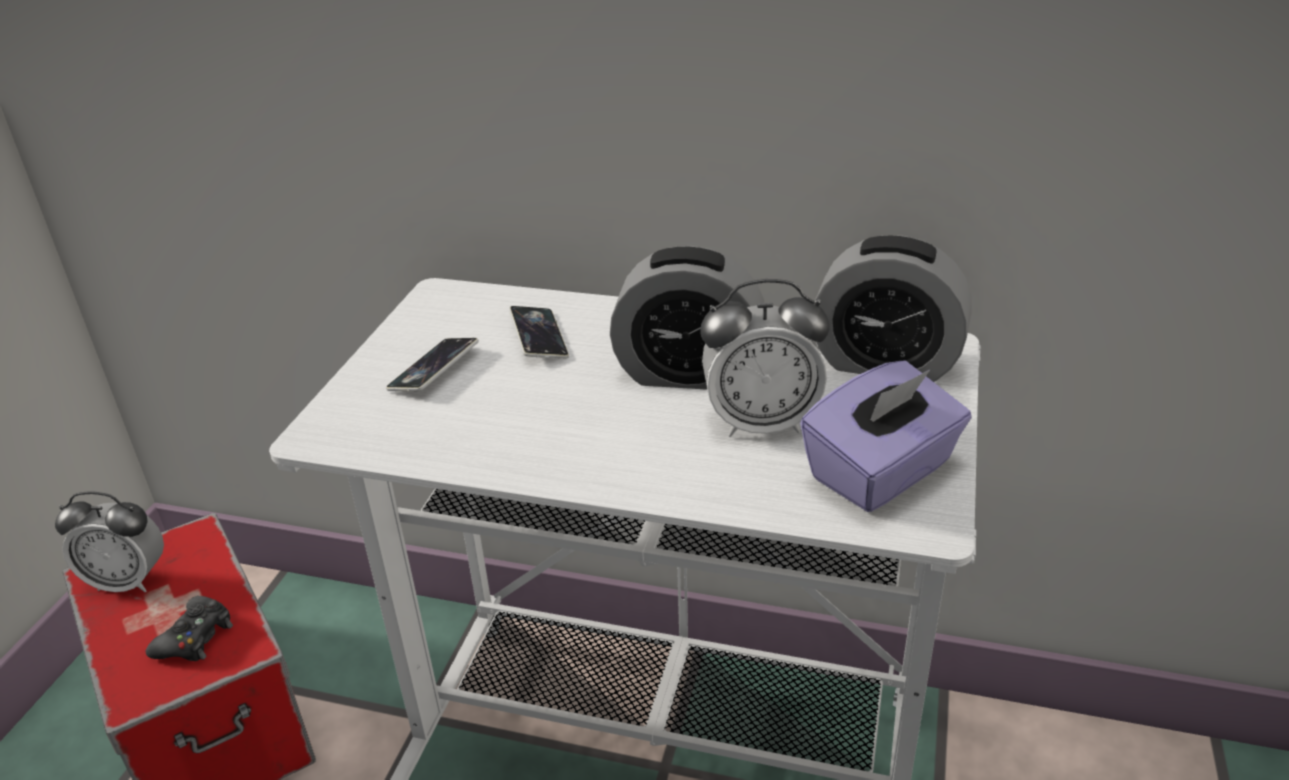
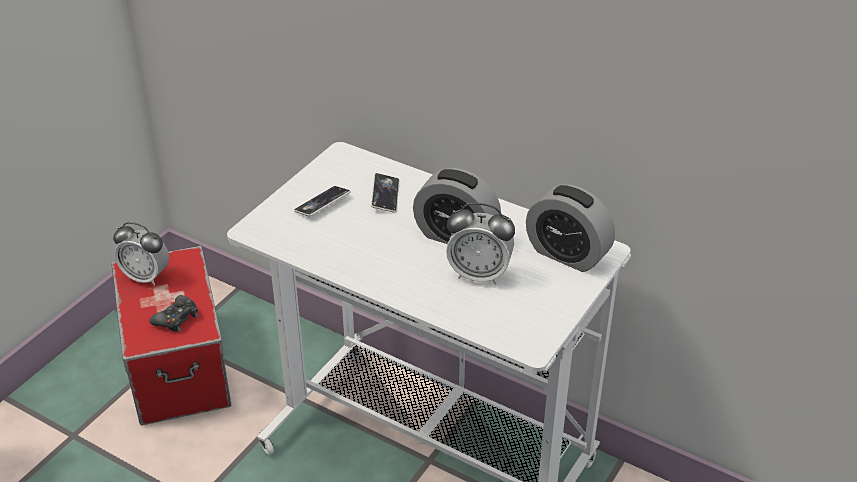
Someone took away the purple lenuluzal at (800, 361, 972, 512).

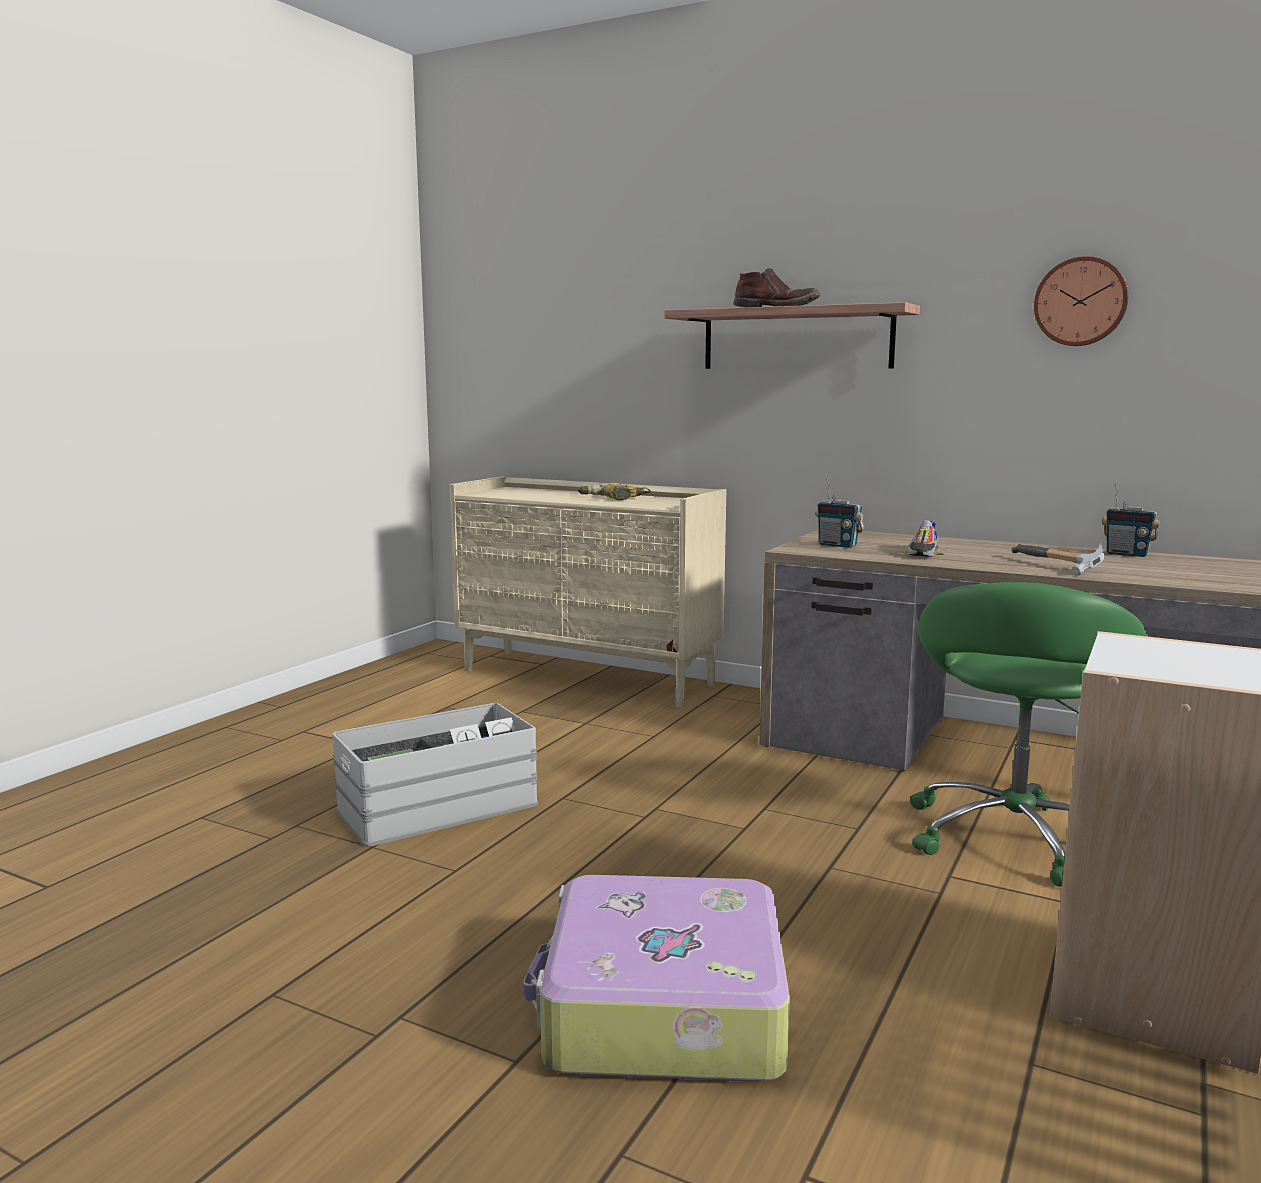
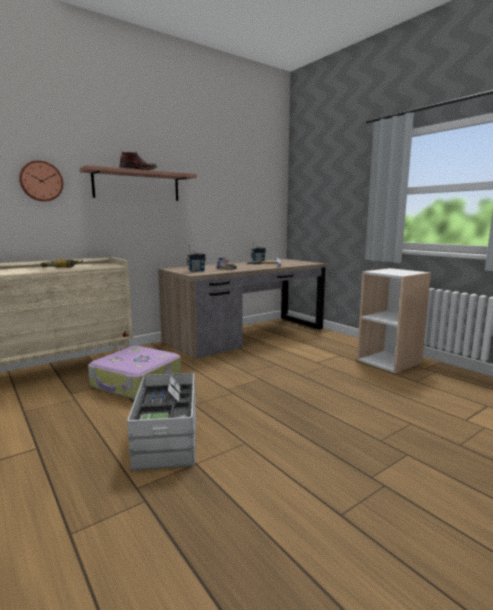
Someone carried the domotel from (523, 875, 790, 1082) to (88, 346, 181, 400). Someone took away the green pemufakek at (910, 582, 1148, 887). Someone carried the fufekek from (1034, 256, 1128, 346) to (19, 160, 63, 201).

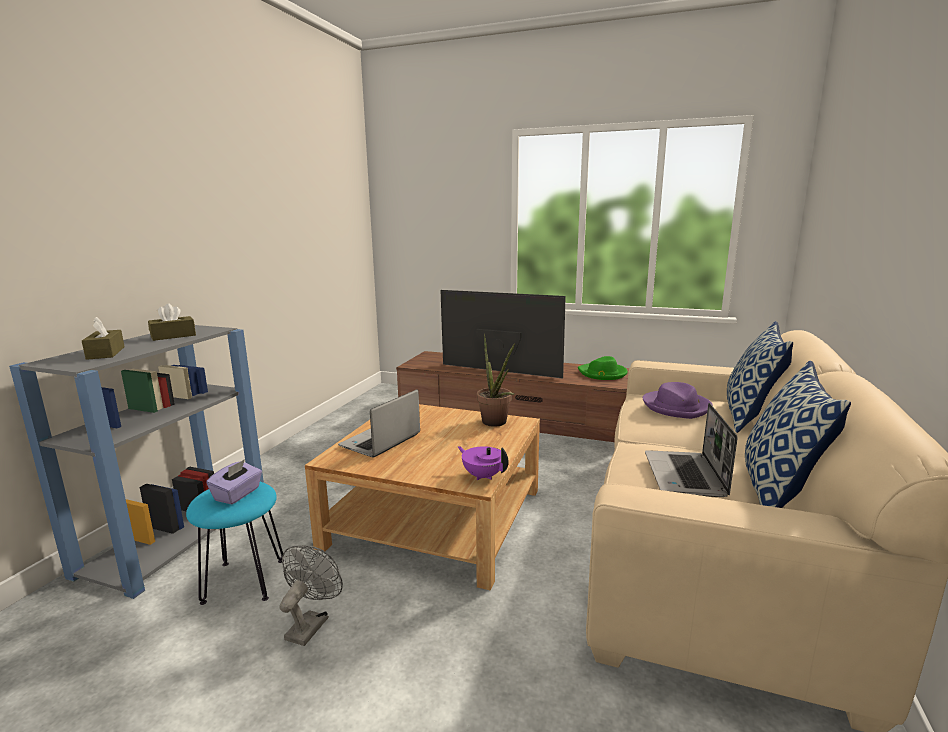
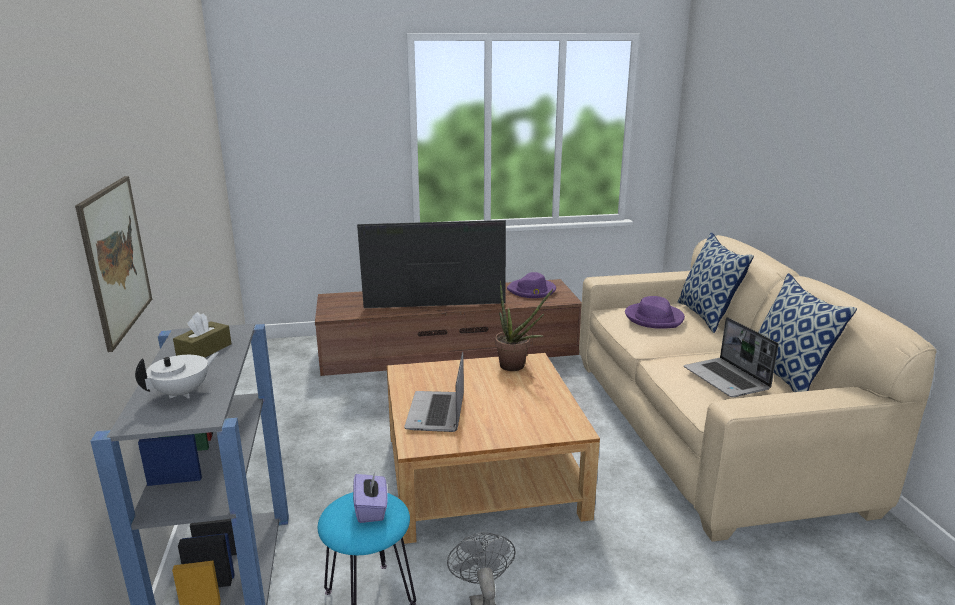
Someone swapped the brown lenuluzal at (82, 317, 125, 360) for the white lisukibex at (135, 352, 219, 399). Someone took away the purple lisukibex at (458, 446, 508, 480). Someone repainted the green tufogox at (578, 356, 628, 380), which became the purple tufogox at (507, 272, 556, 298). Someone put up the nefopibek at (75, 176, 152, 352).

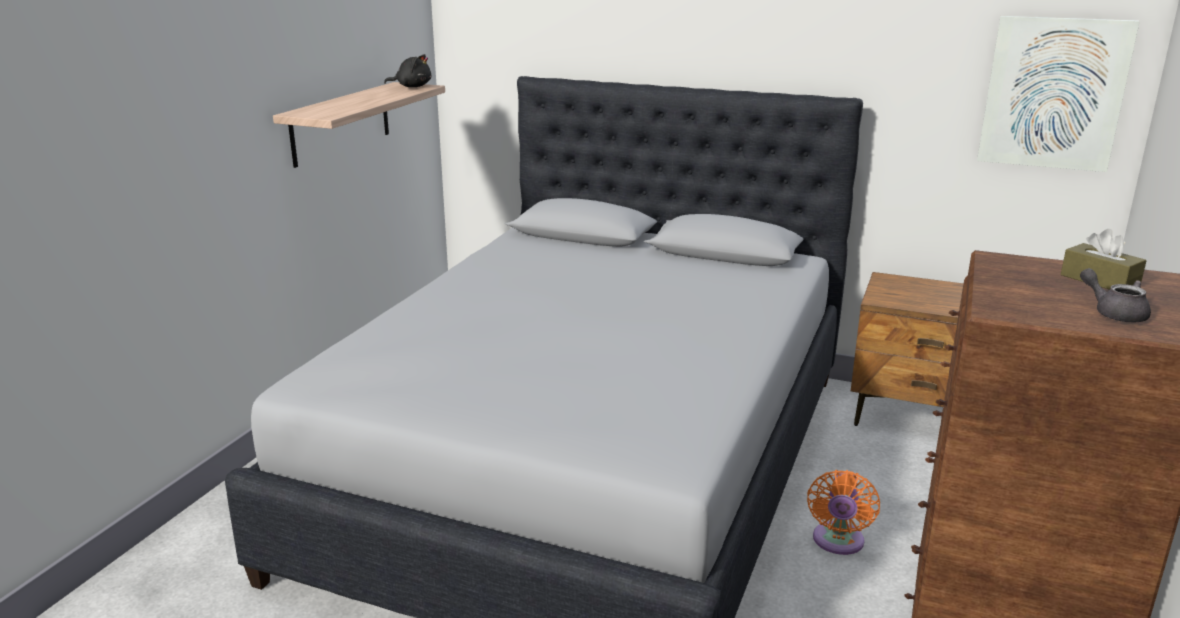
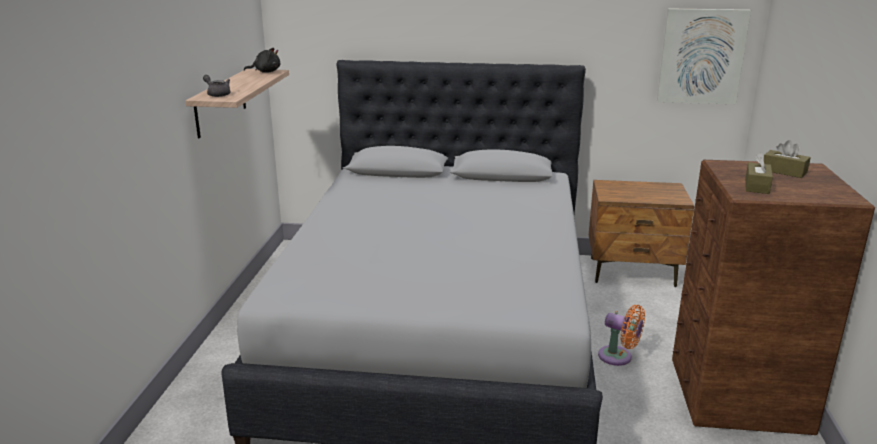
Someone rotated the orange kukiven at (807, 470, 880, 555) by 60 degrees counterclockwise. Someone carried the grey lisukibex from (1080, 268, 1151, 322) to (203, 75, 230, 97). Someone put down the brown lenuluzal at (745, 153, 773, 194).

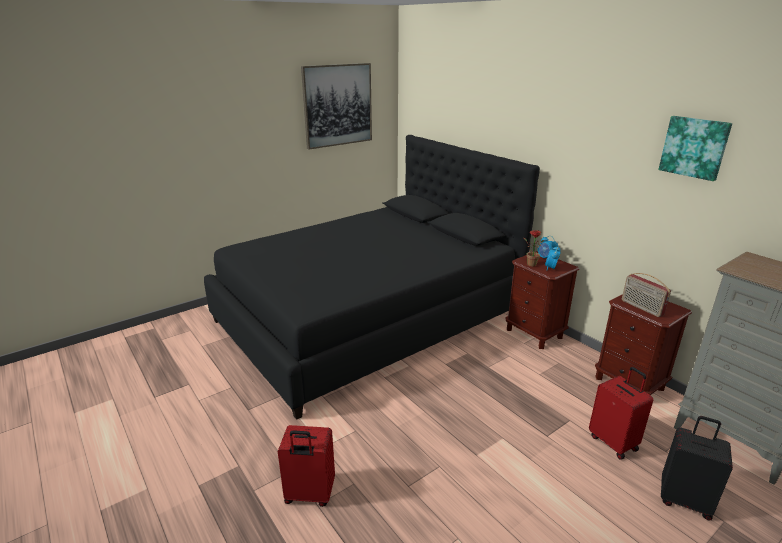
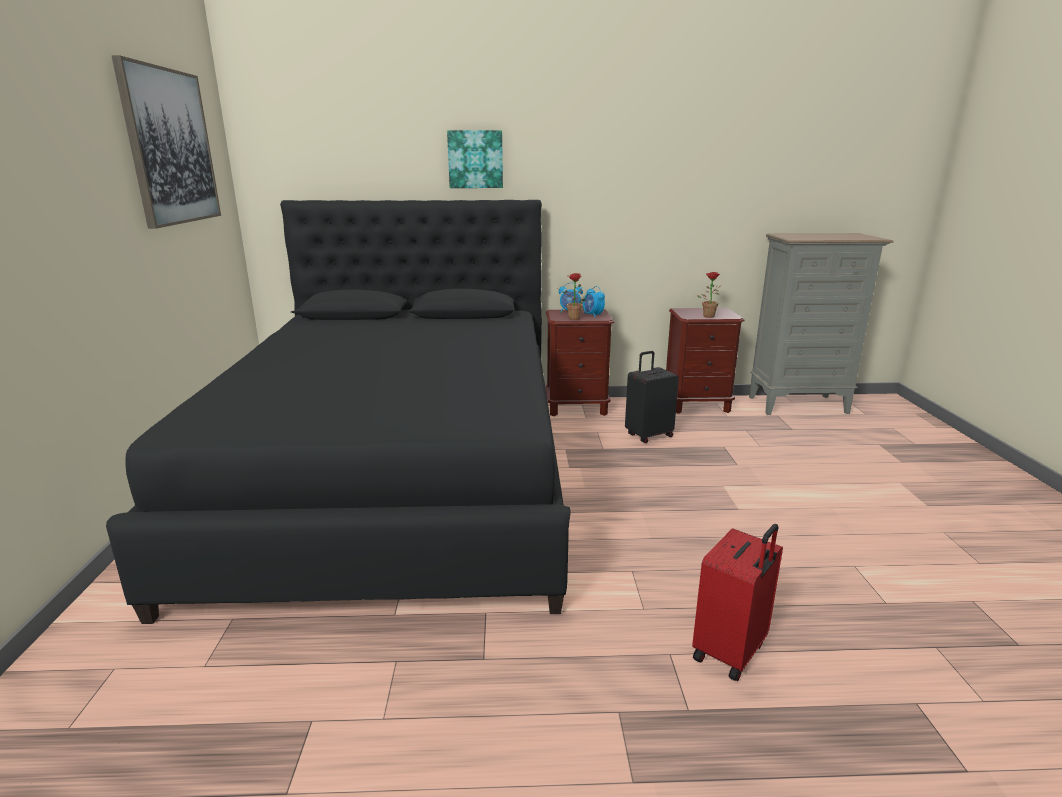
Someone took away the red domotel at (589, 367, 653, 460). Someone swapped the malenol at (622, 273, 671, 317) for the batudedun at (697, 272, 721, 318). Someone carried the nefopibek from (658, 116, 732, 181) to (447, 130, 503, 188). Someone carried the black domotel from (661, 416, 733, 521) to (625, 351, 679, 443).

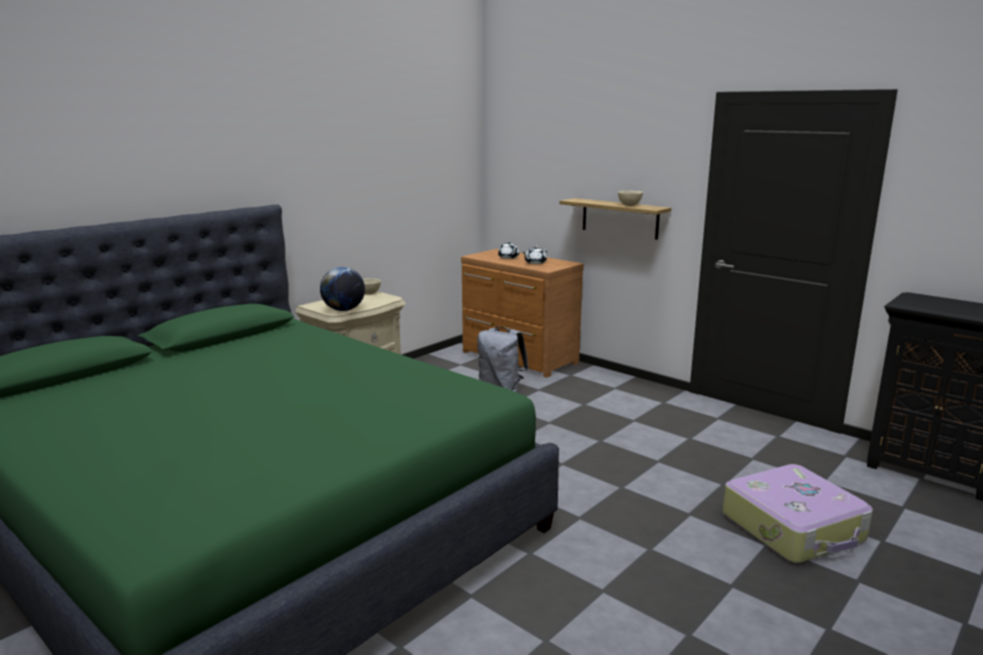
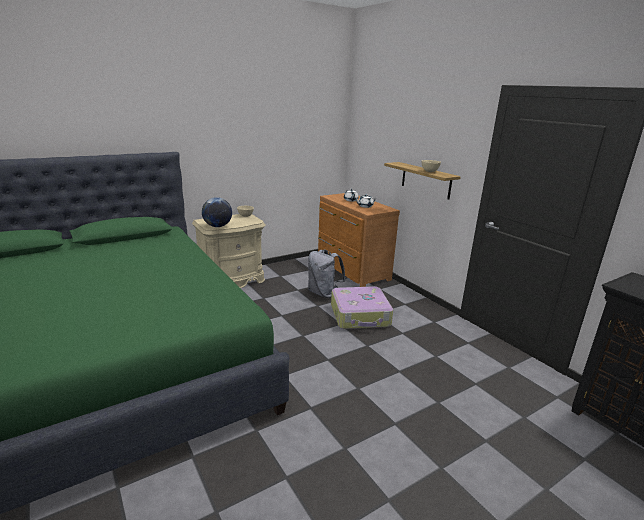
Someone carried the domotel from (723, 464, 873, 563) to (331, 286, 393, 329).

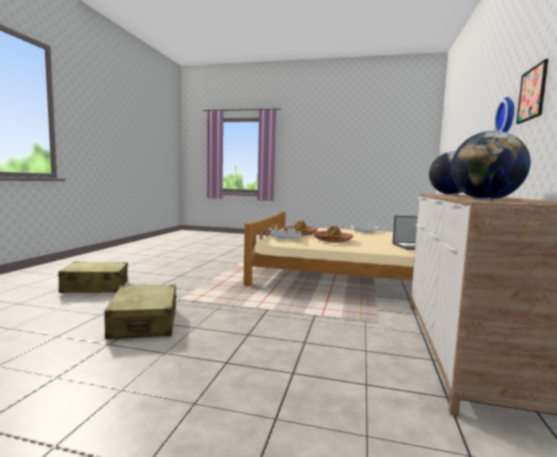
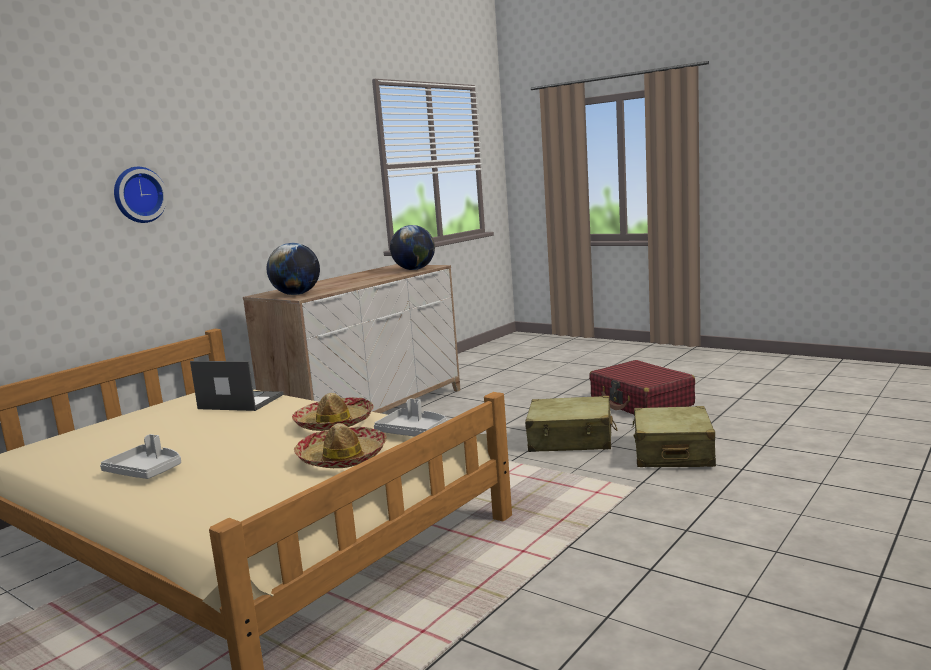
Someone carried the beige domotel from (58, 261, 128, 293) to (525, 396, 618, 452). Someone took away the nefopibek at (516, 59, 548, 124). Someone put down the red domotel at (589, 360, 695, 415).

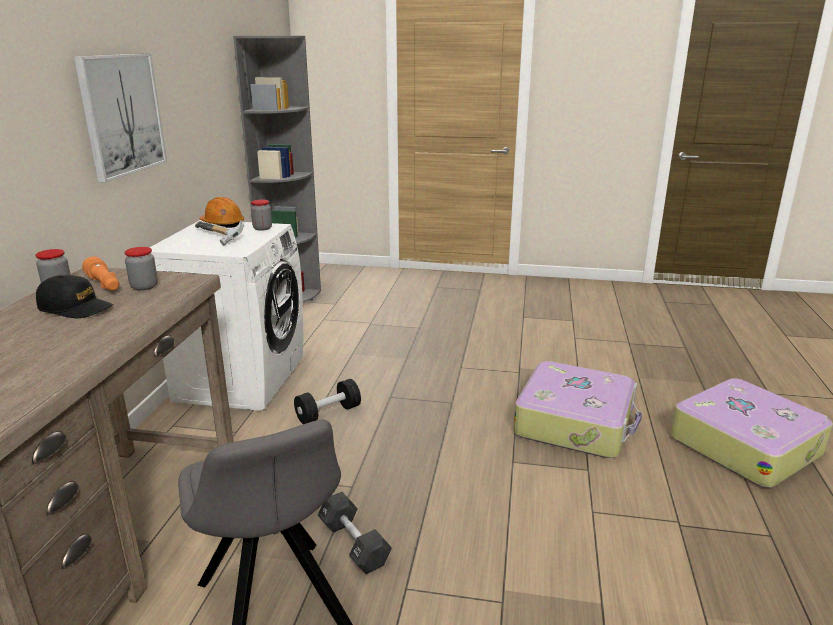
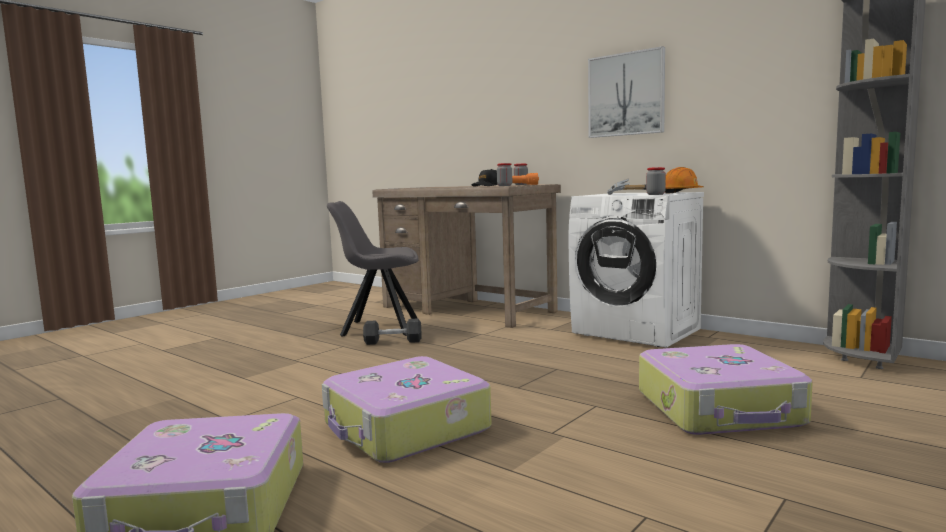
Someone took away the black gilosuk at (294, 379, 361, 424). Someone put down the domotel at (639, 344, 813, 435).

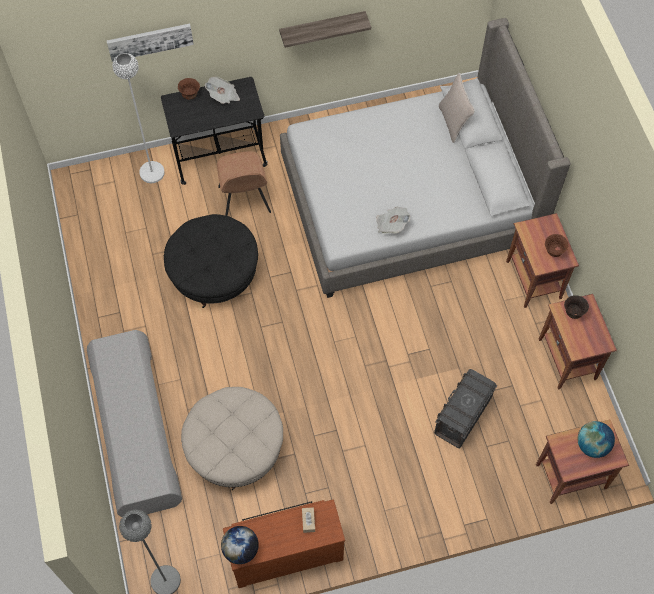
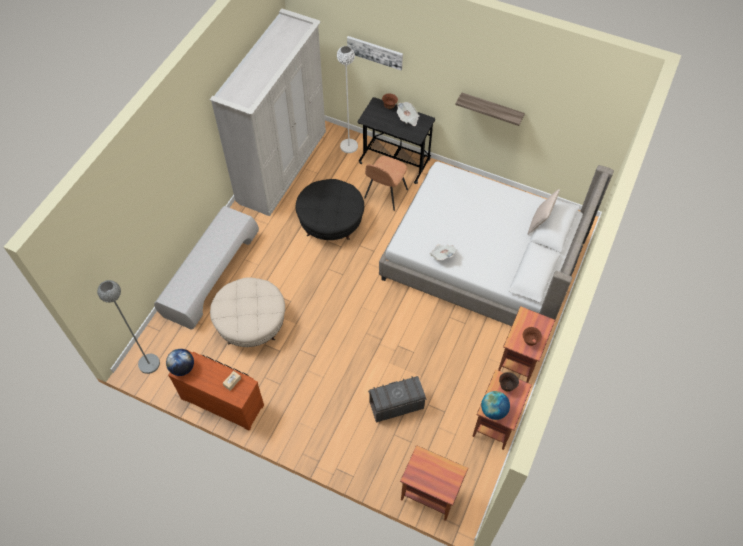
Someone carried the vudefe from (578, 421, 615, 458) to (481, 391, 510, 420). Someone put down the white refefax at (209, 9, 326, 216).

